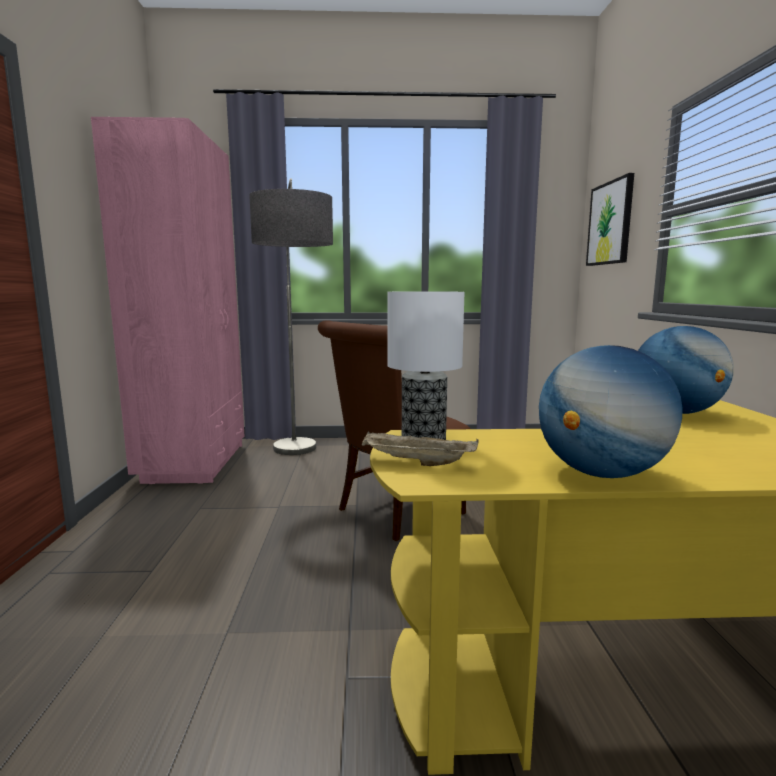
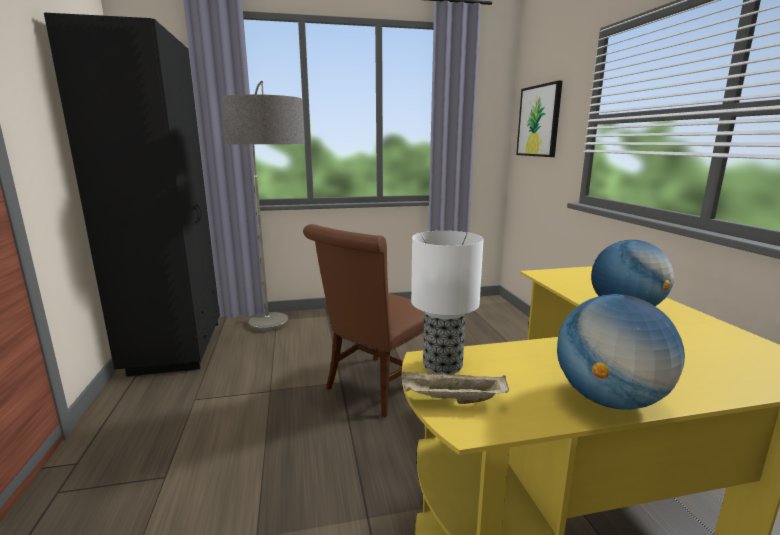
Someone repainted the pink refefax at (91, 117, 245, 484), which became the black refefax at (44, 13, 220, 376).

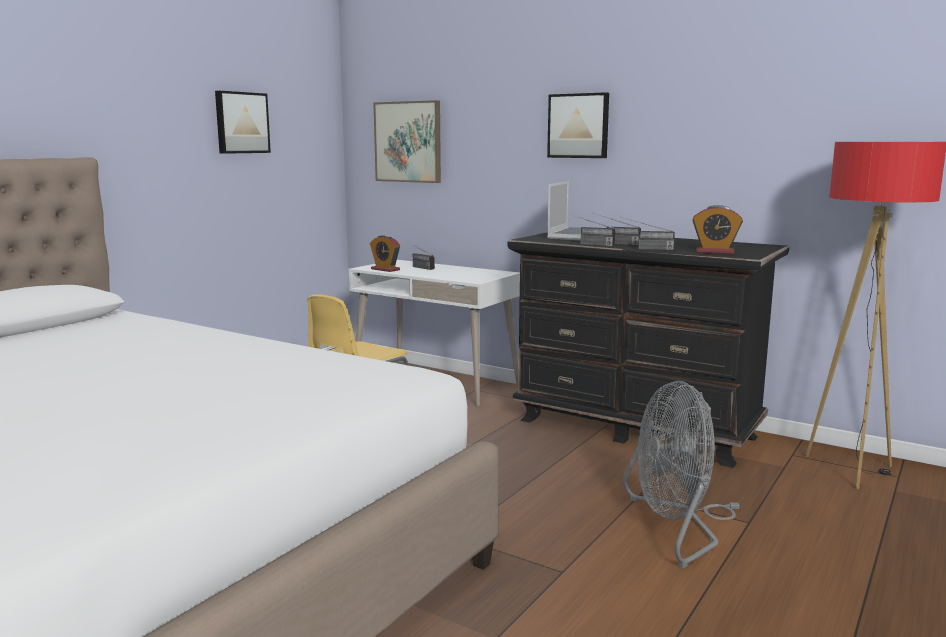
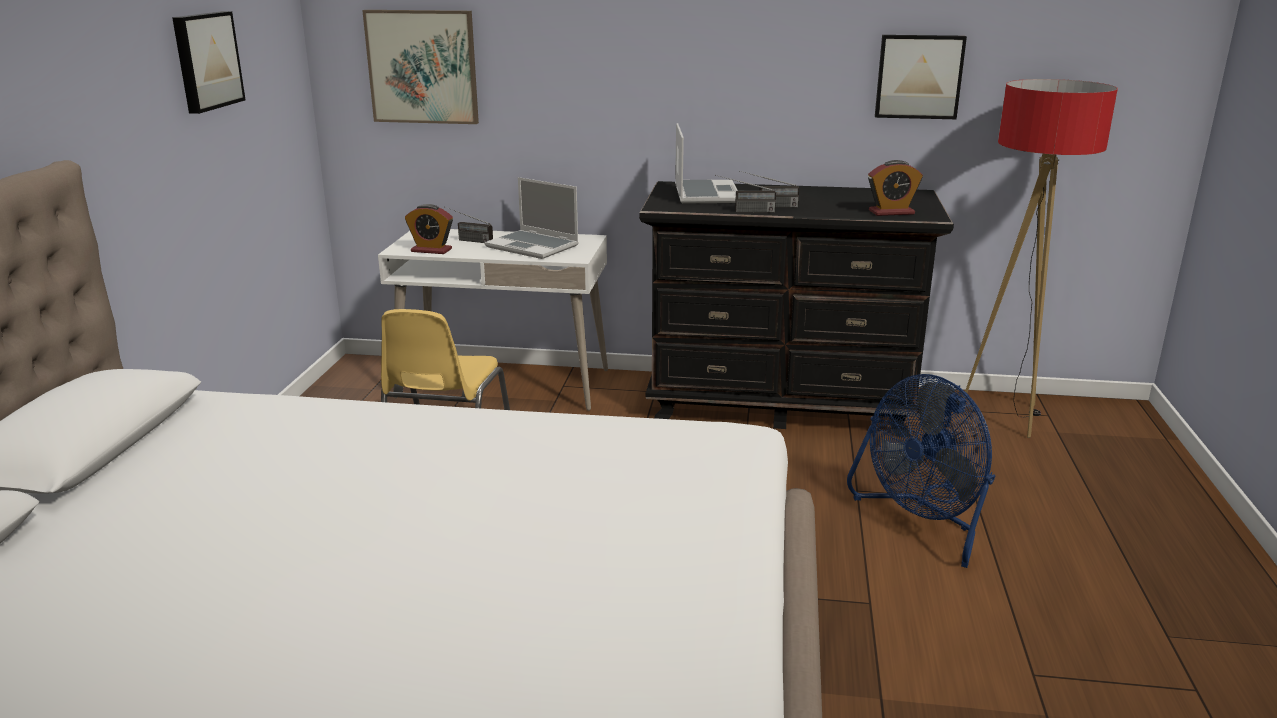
Someone carried the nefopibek from (547, 92, 609, 158) to (875, 35, 967, 119). Someone took away the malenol at (620, 217, 675, 250). Someone repainted the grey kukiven at (623, 381, 742, 569), which became the blue kukiven at (847, 374, 995, 568). Someone put down the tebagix at (485, 177, 579, 259).

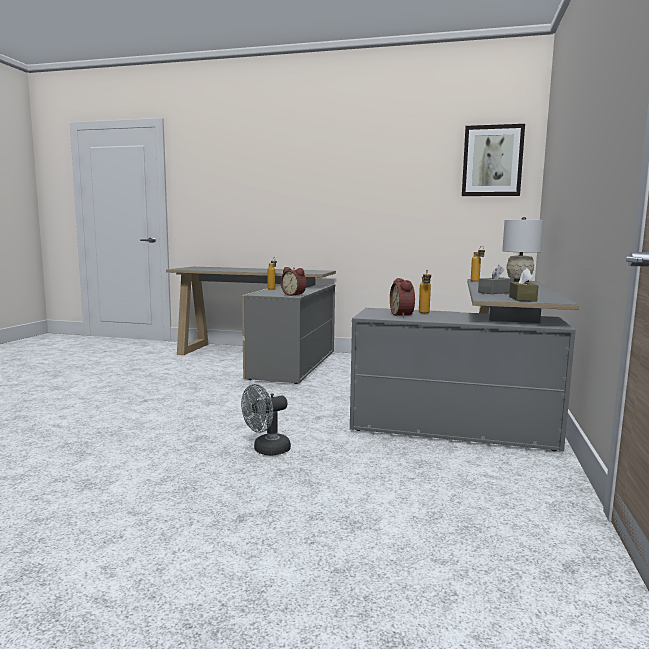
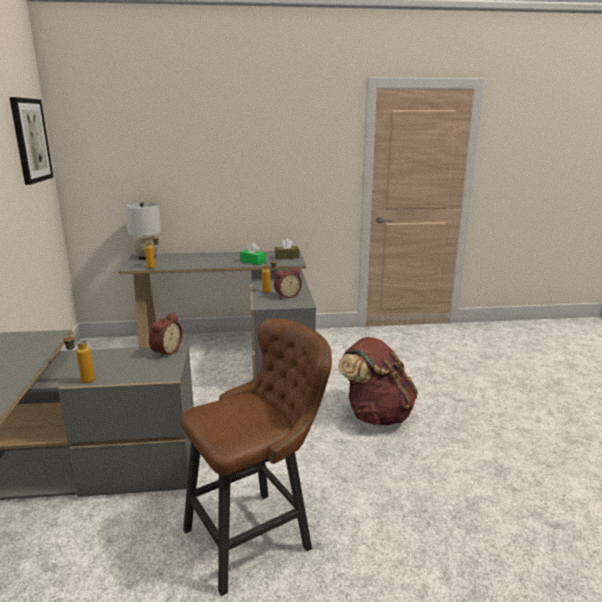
Someone swapped the grey kukiven at (241, 384, 291, 455) for the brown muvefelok at (338, 337, 418, 426). Someone repainted the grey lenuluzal at (478, 265, 514, 294), which became the green lenuluzal at (240, 243, 266, 265). Someone put down the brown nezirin at (180, 318, 332, 596).

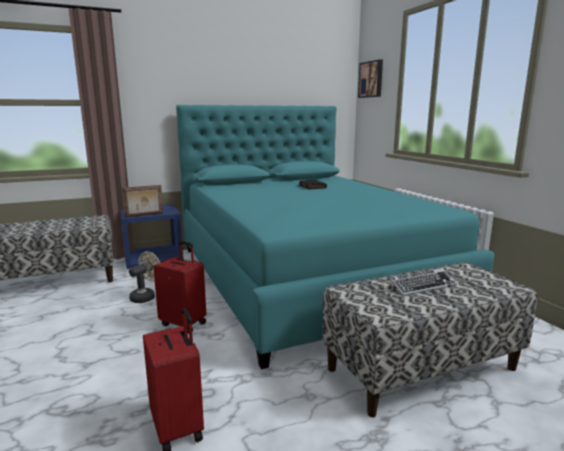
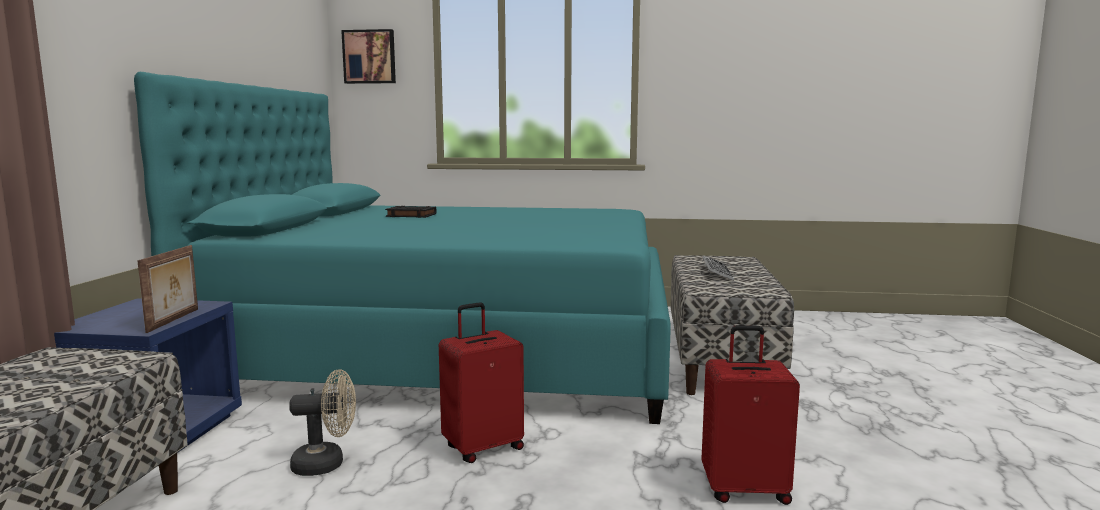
Someone rotated the beige kukiven at (129, 251, 160, 303) by 105 degrees clockwise.

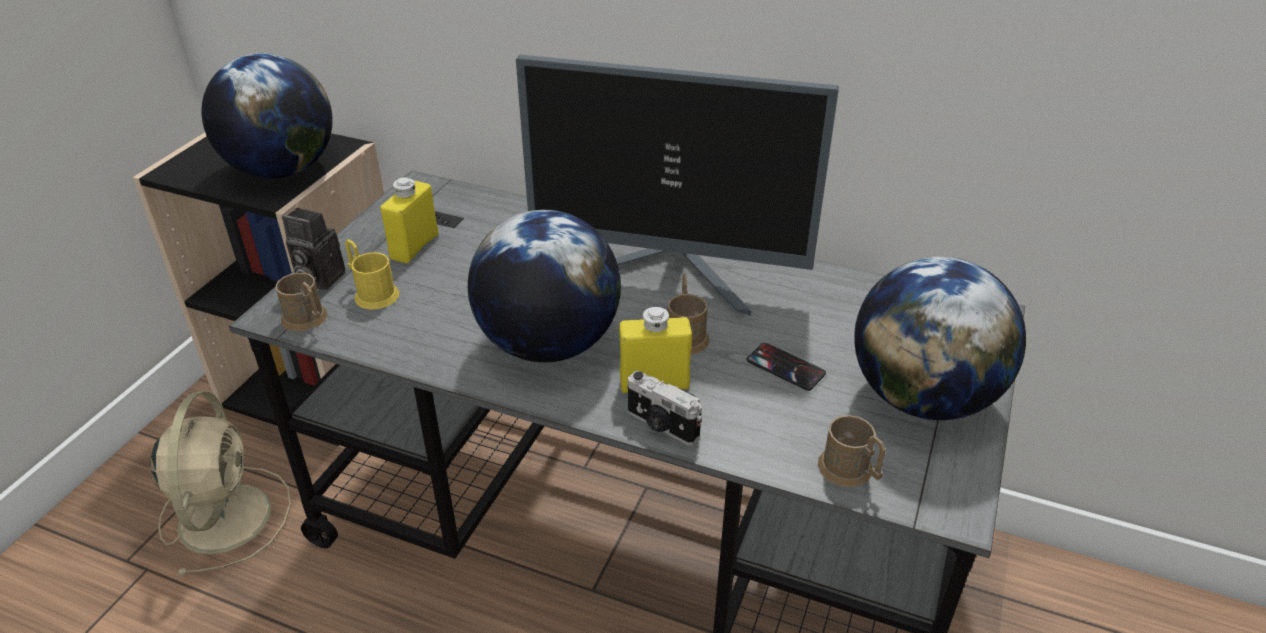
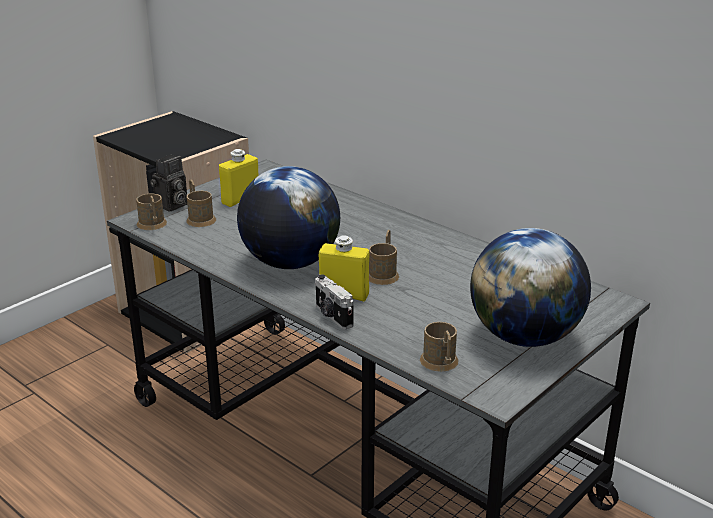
Someone took away the beige kukiven at (151, 392, 291, 576). Someone took away the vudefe at (201, 53, 333, 178). Someone rotated the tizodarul at (282, 208, 345, 290) by 90 degrees counterclockwise. Someone repainted the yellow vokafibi at (345, 239, 399, 310), which became the brown vokafibi at (186, 180, 216, 227). Someone took away the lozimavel at (516, 55, 839, 316). Someone took away the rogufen at (747, 343, 826, 391).

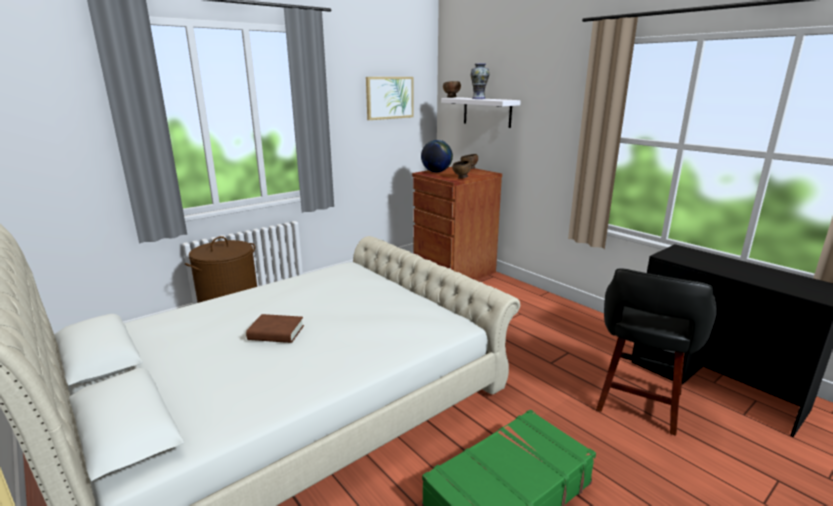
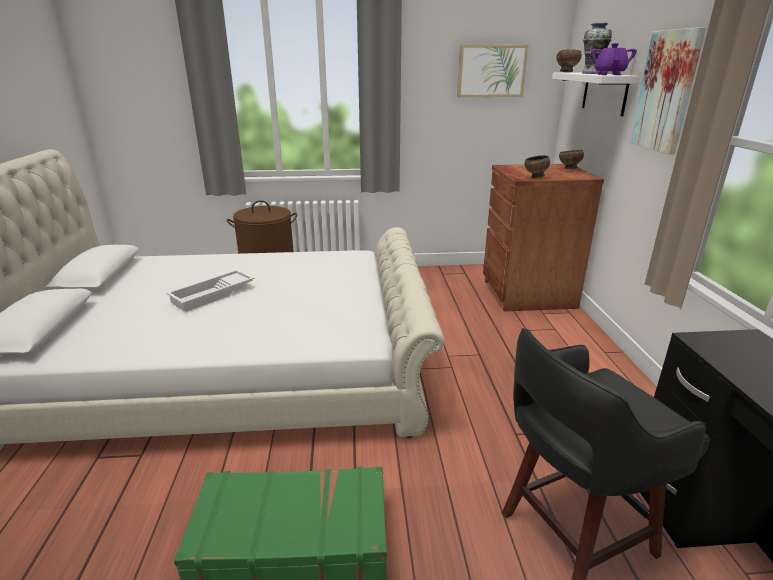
Someone swapped the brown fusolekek at (246, 314, 304, 343) for the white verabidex at (166, 270, 255, 312). Someone took away the vudefe at (421, 140, 453, 172). Someone put down the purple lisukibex at (591, 43, 637, 75). Someone put up the nefopibek at (630, 27, 706, 155).

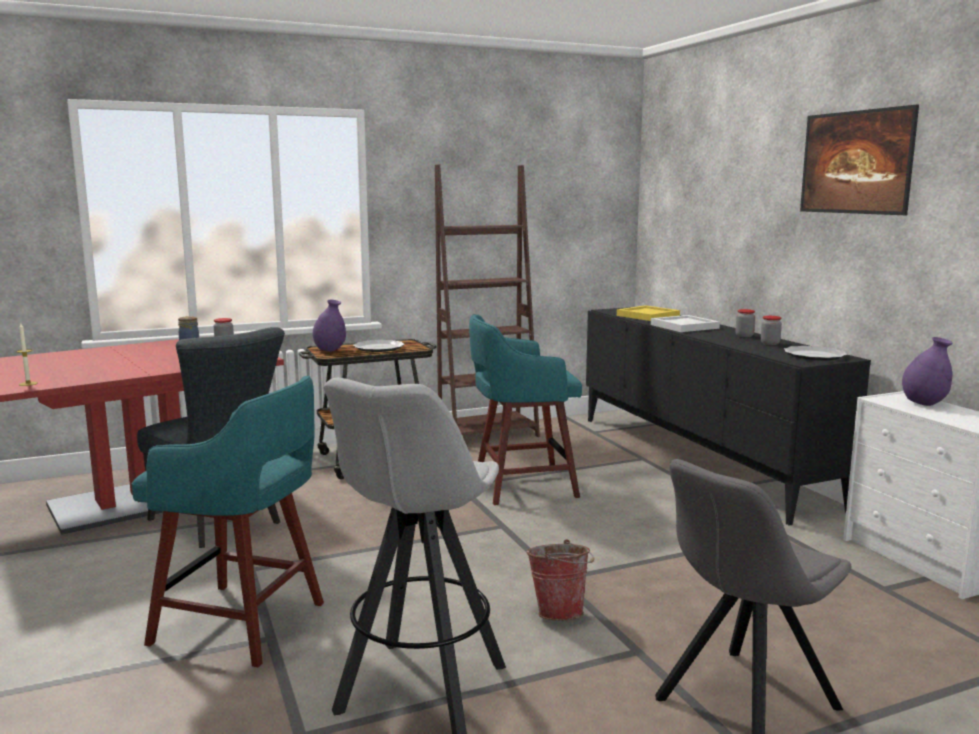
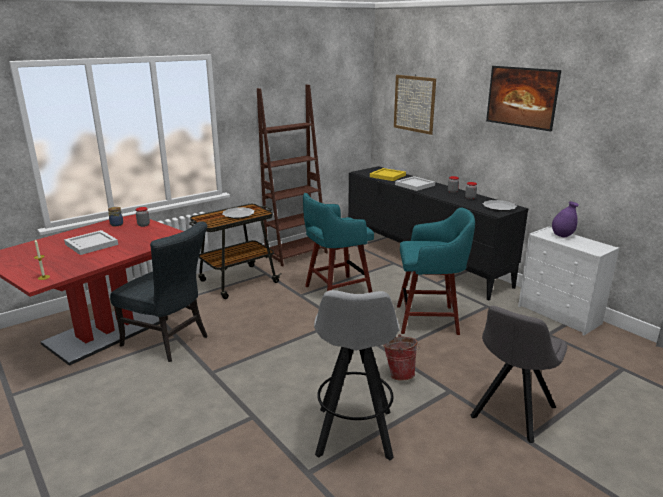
Someone carried the turquoise nezirin from (131, 376, 324, 667) to (397, 207, 475, 335). Someone took away the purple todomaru at (313, 300, 346, 351). Someone put down the white verabidex at (64, 230, 118, 255). Someone put up the nefopibek at (394, 74, 436, 135).

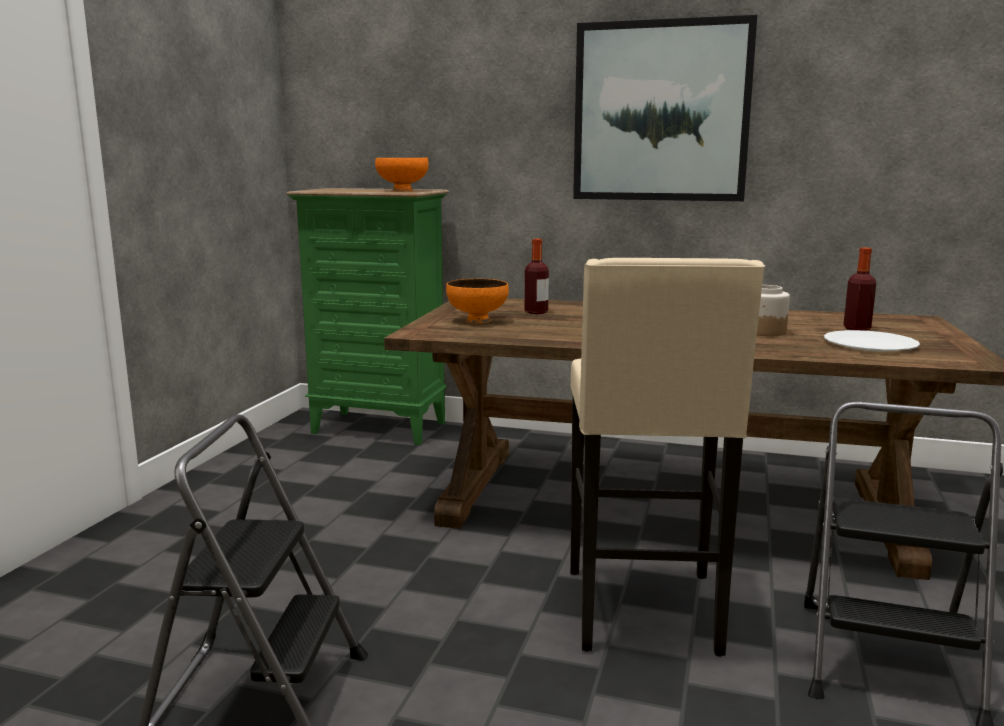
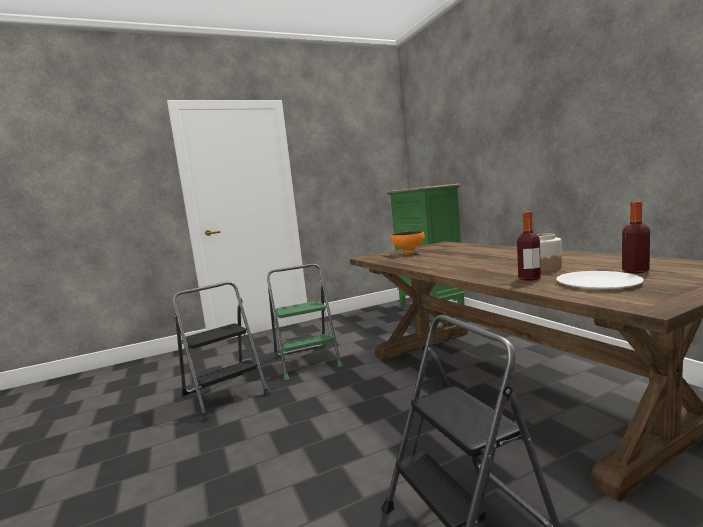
Someone took away the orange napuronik at (375, 158, 429, 191). Someone carried the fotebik from (525, 239, 549, 314) to (517, 211, 541, 280). Someone took away the beige nezirin at (570, 258, 765, 657). Someone took away the nefopibek at (573, 15, 757, 201). Someone put down the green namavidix at (267, 264, 343, 380).

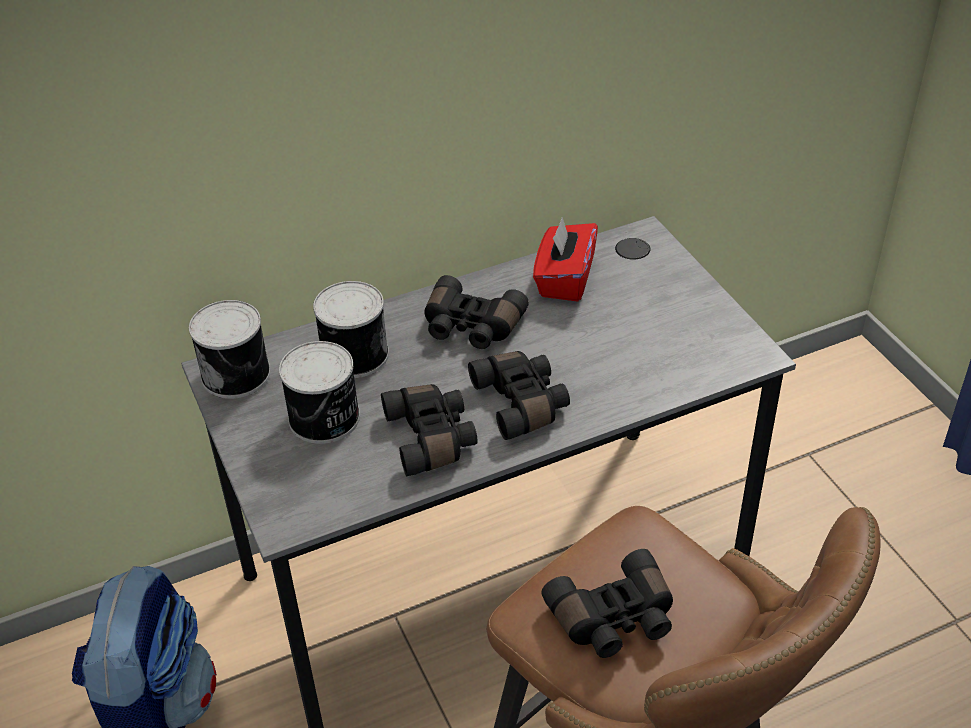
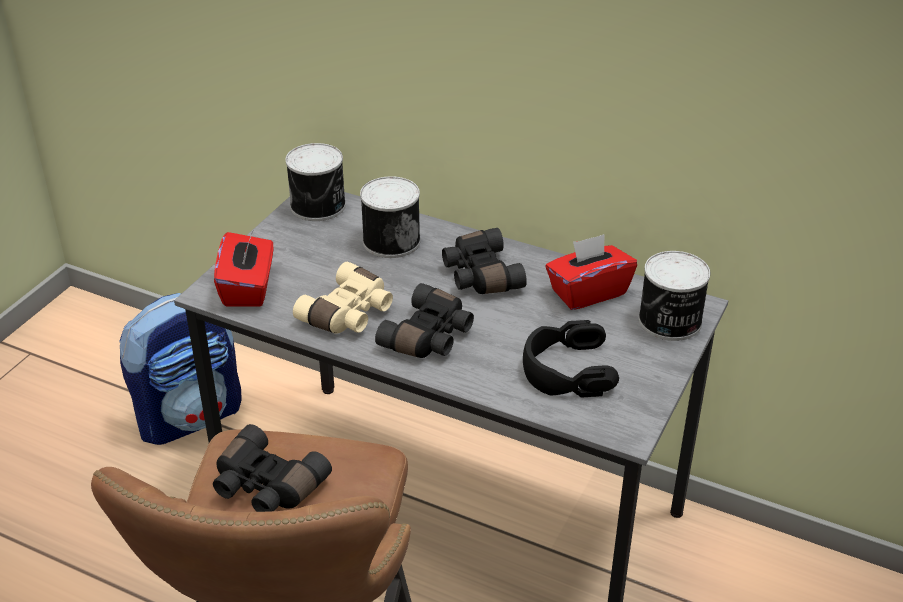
Someone carried the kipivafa from (279, 341, 360, 444) to (638, 251, 710, 341). Someone repainted the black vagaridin at (381, 384, 478, 476), which became the beige vagaridin at (293, 262, 393, 334). Someone put down the red lenuluzal at (214, 229, 273, 307). Someone put down the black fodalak at (523, 320, 619, 398).

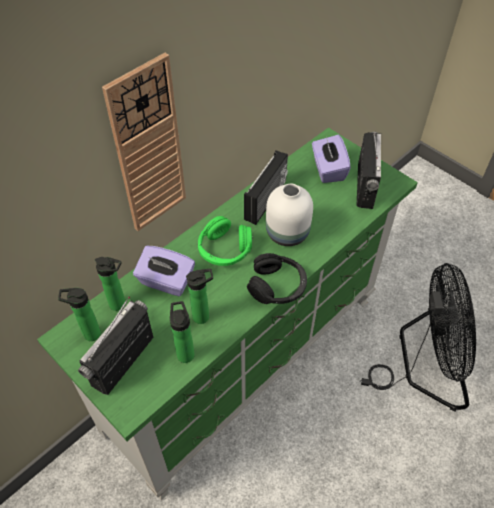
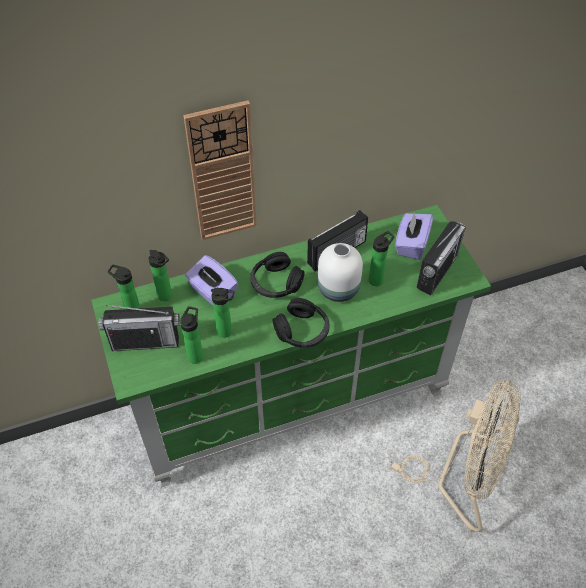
Someone rotated the malenol at (78, 297, 153, 395) by 150 degrees counterclockwise. Someone repainted the green fodalak at (198, 216, 252, 266), which became the black fodalak at (250, 252, 305, 298). Someone repainted the black kukiven at (359, 263, 476, 412), which became the beige kukiven at (390, 379, 521, 532). Someone put down the fotebik at (369, 231, 395, 286).

